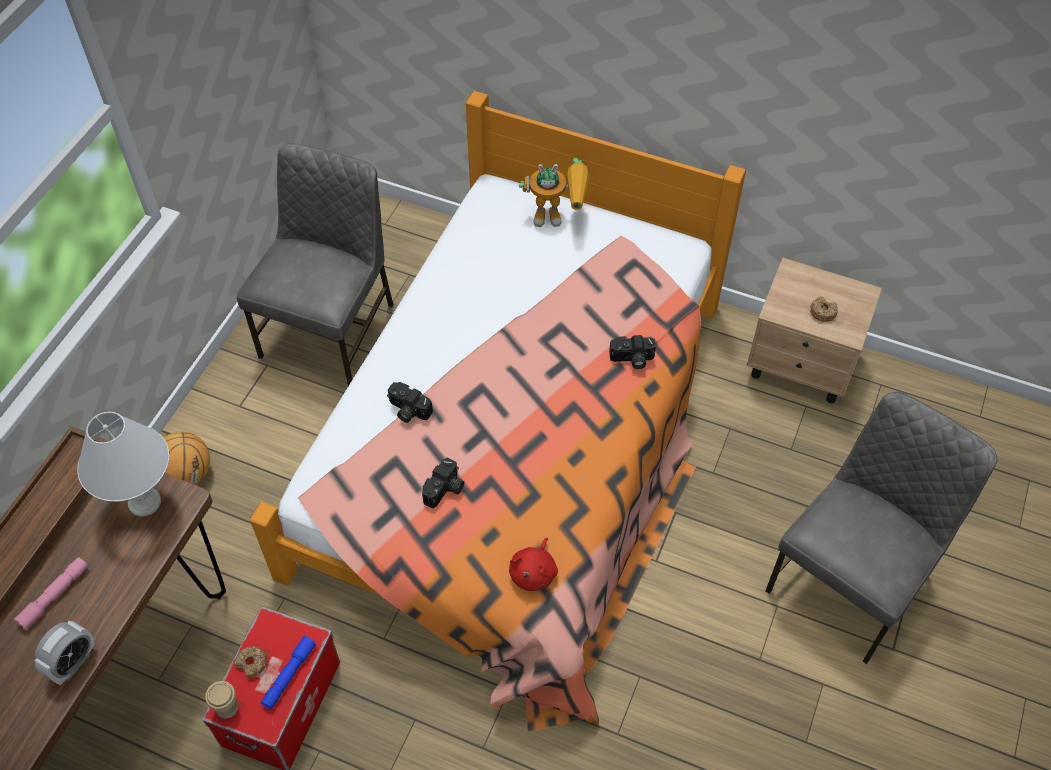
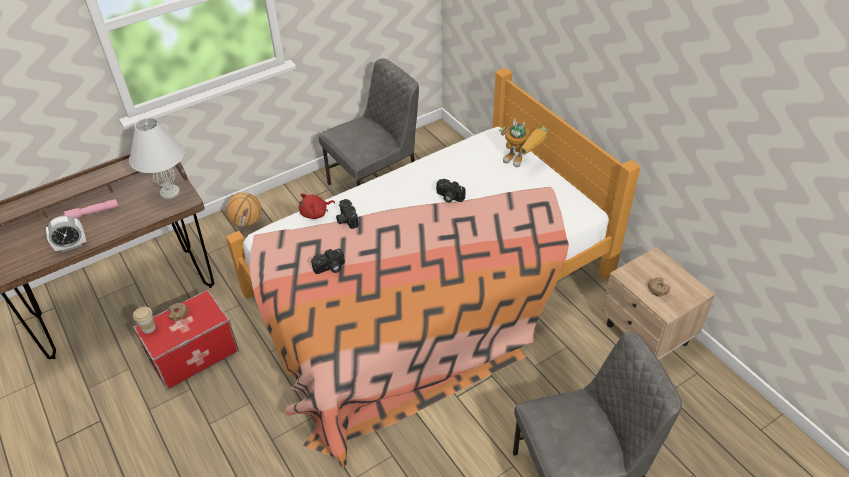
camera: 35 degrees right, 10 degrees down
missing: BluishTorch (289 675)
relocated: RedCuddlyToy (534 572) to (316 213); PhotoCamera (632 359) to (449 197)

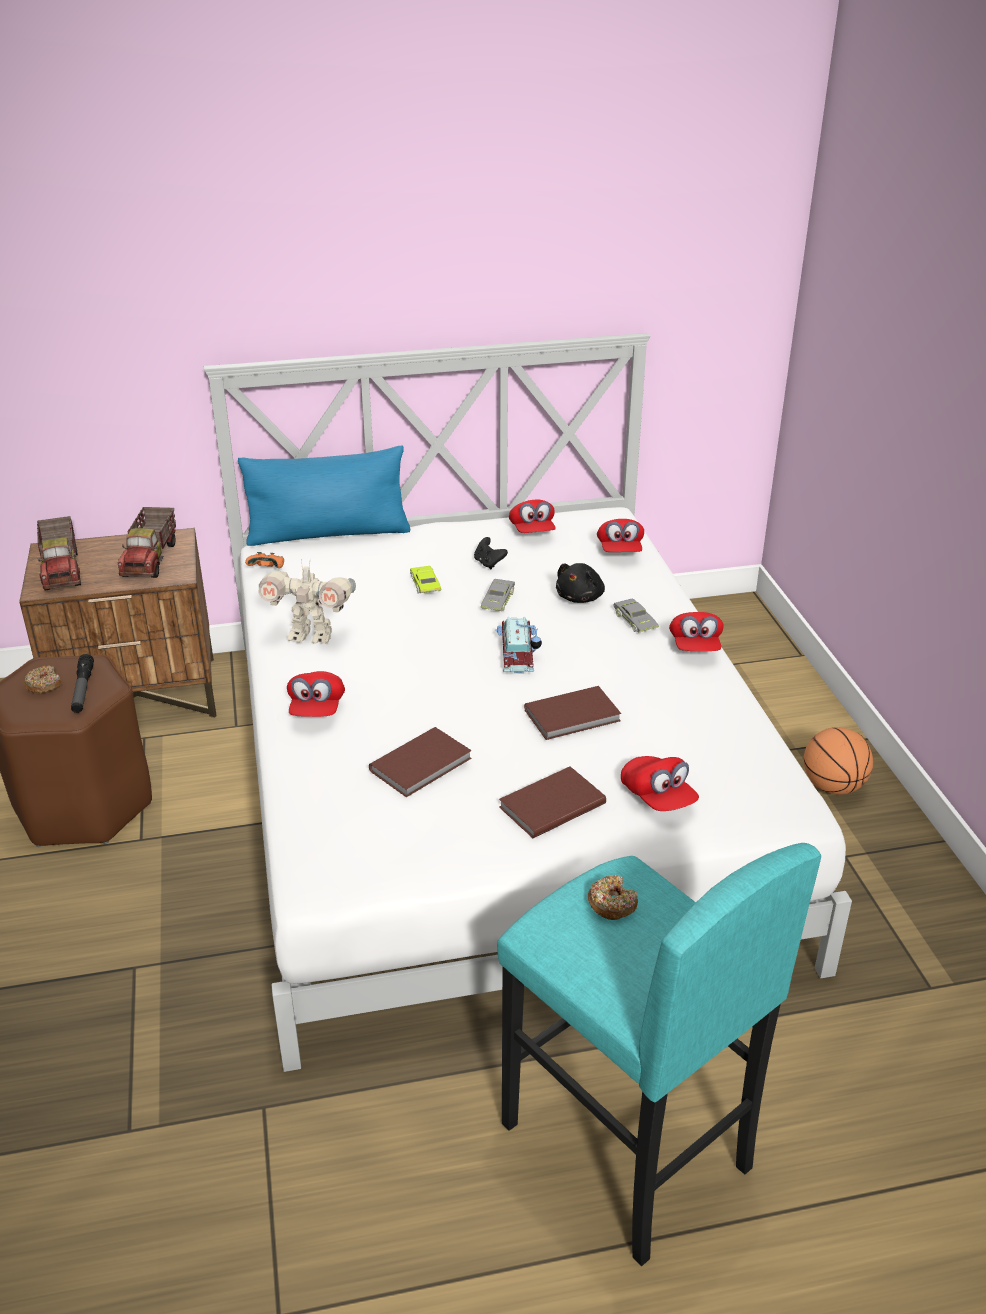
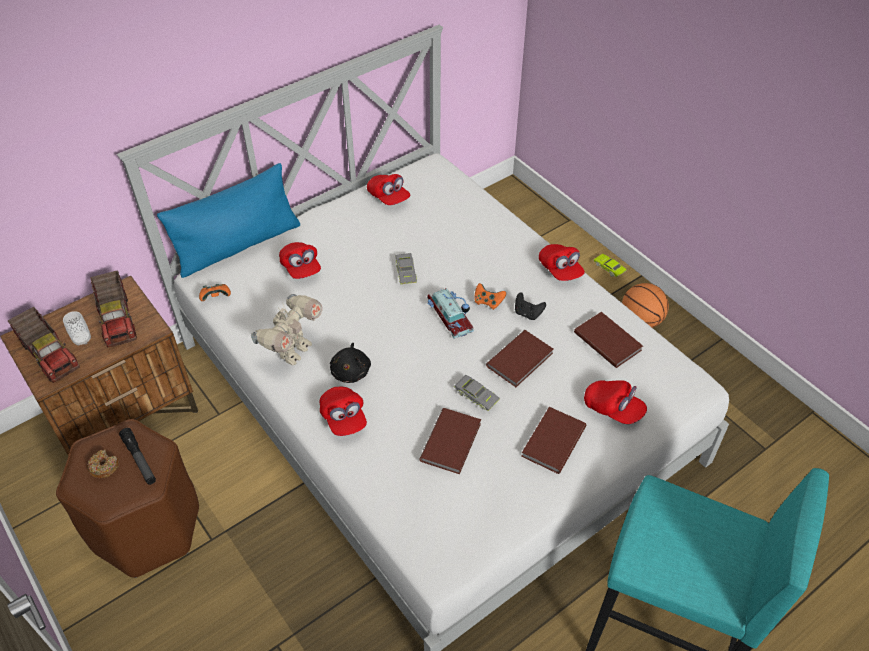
camera: 25 degrees left, 15 degrees up
missing: RingDoughnut (612 904)
appeared: SmallCup (82 339); OrangeColouredGamepad (488 302); BrownColouredBook (608 340)
relocated: GreenishMiniatureCar (425 584) to (609 268); BlackishGamepad (489 563) to (527 313); BlackishCuddlyToy (580 597) to (351 371); RedCap (619 550) to (301 268); GrayMiniatureCar (635 621) to (476 395)
spun: RobotFigure (311 635) = (293 351) 45 degrees counterclockwise

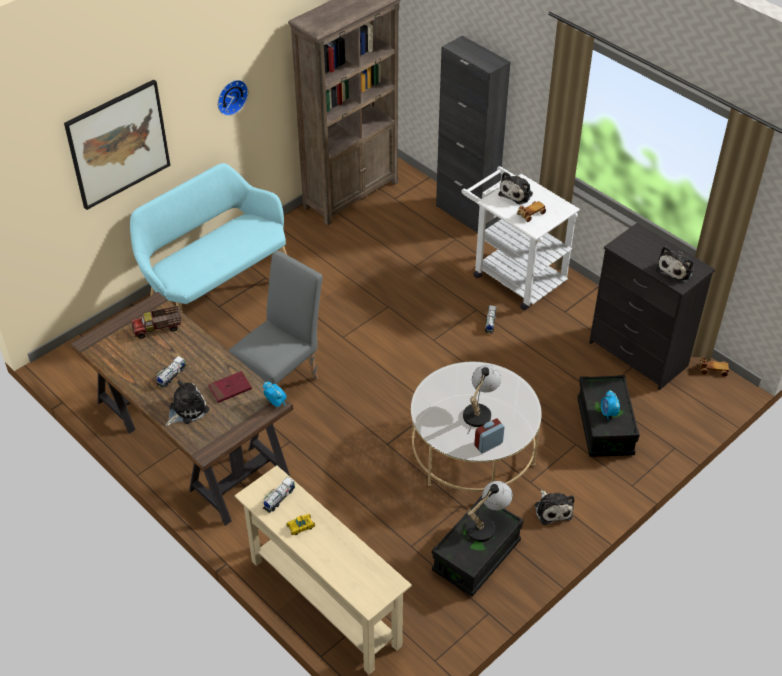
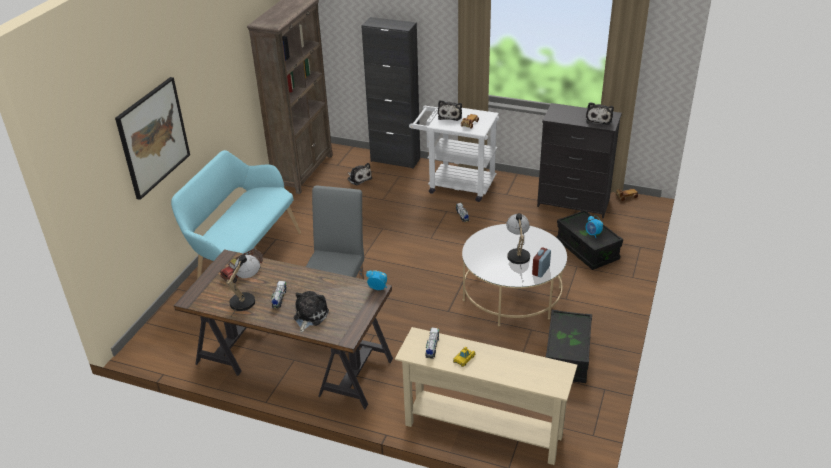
camera: 25 degrees left, 10 degrees down
missing: RedBook (230 388); ClockOnTheWall (230 96)
relocated: TableLamp (486 524) to (246 298); CuddlyToy (552 509) to (359 178)

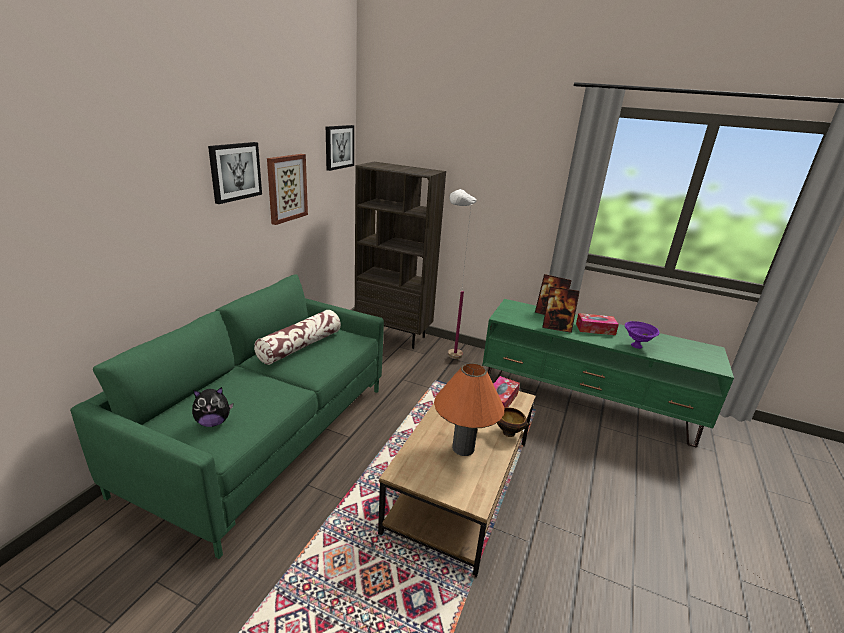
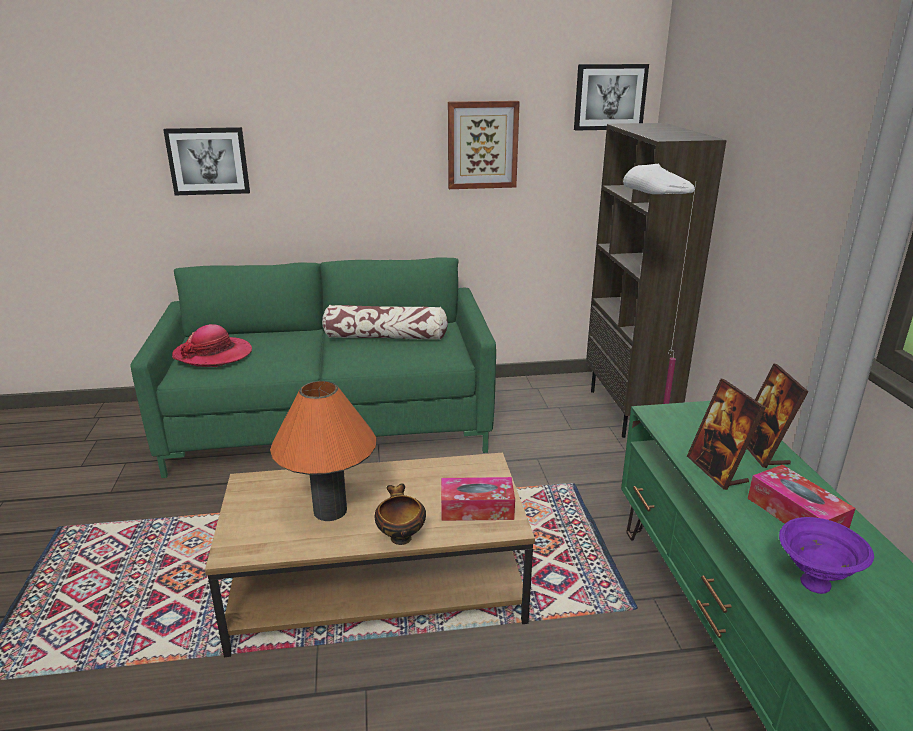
camera: 60 degrees right, 0 degrees up
relocated: Picture (235 171) to (208 161)
exchanged: CuddlyToy (213 422) to ClothingHat (213 354)

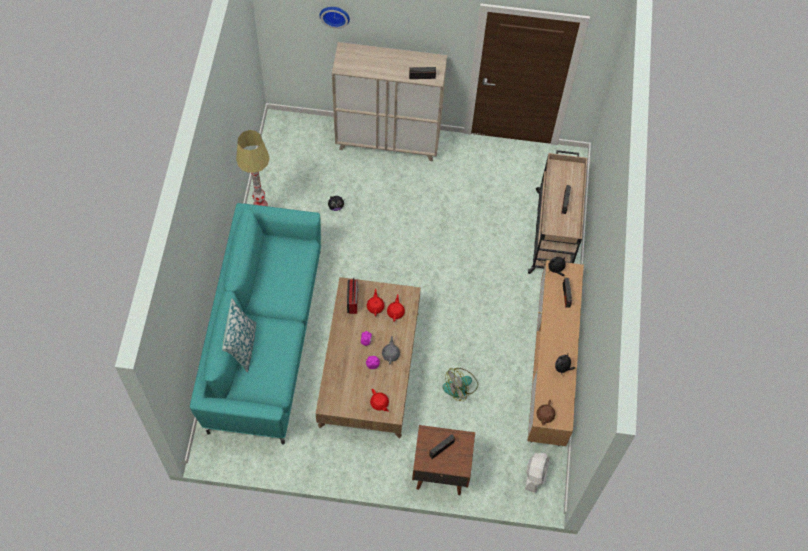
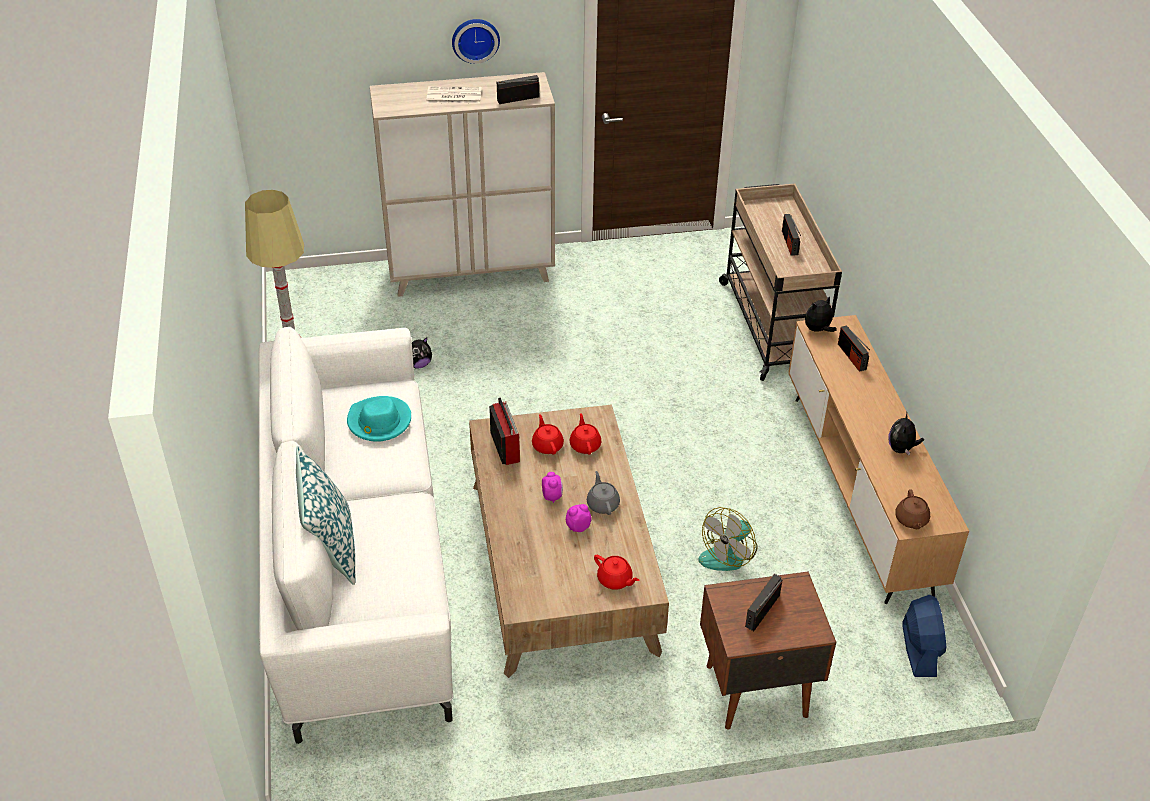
camera: 15 degrees left, 20 degrees down
appeared: TurquoiseColouredClothingHat (379 422); DailyPaper (453 96)
relocated: ClockOnTheWall (335 15) to (475 39)
colour: TurquoiseColouredSofa (264 338) to WhitishSofa (358 566); WhitishFan (535 474) to BluishFan (919 649)

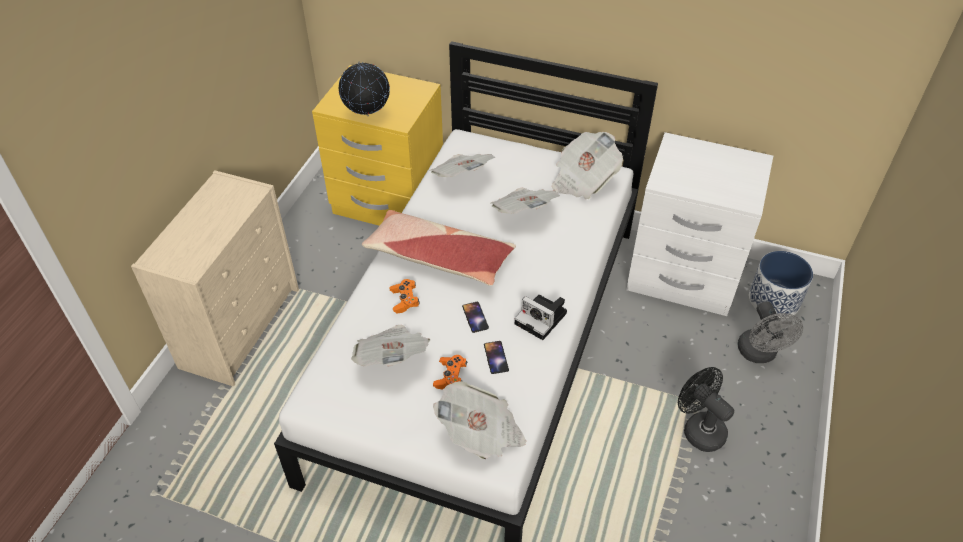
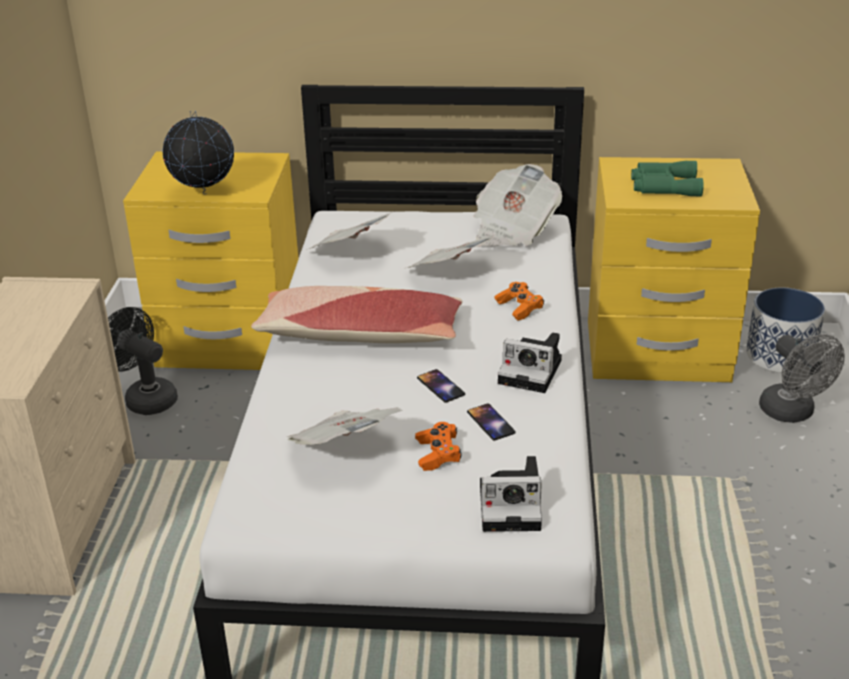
camera: 15 degrees left, 15 degrees down
appeared: GreenishPairOfBinoculars (663 186)
relocated: OrangeColouredGamepad (404 300) to (519 308); BlackishFan (699 429) to (145 398)
exchanged: DailyPaper (481 433) to PhotoCamera (513 506)
colour: WhitishNightstand (682 277) to YellowColouredNightstand (657 353)

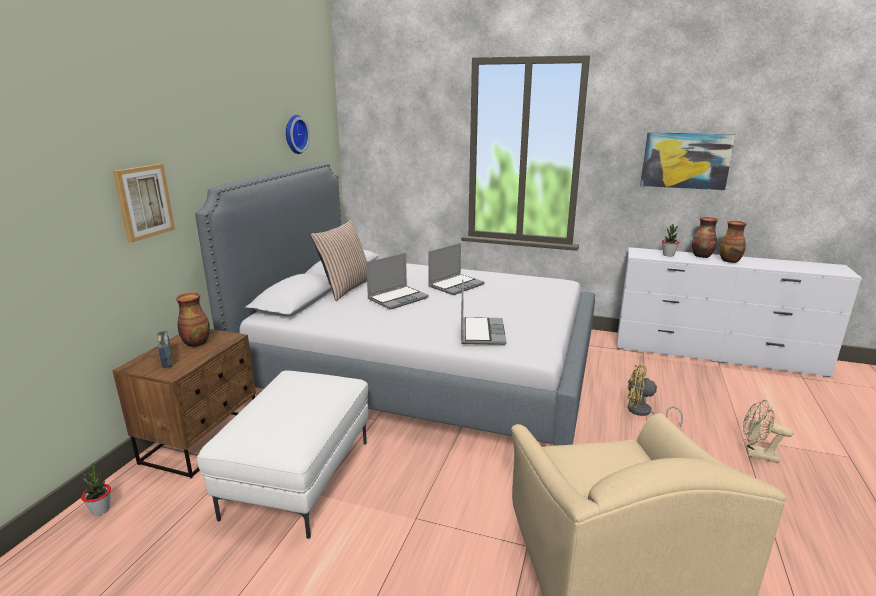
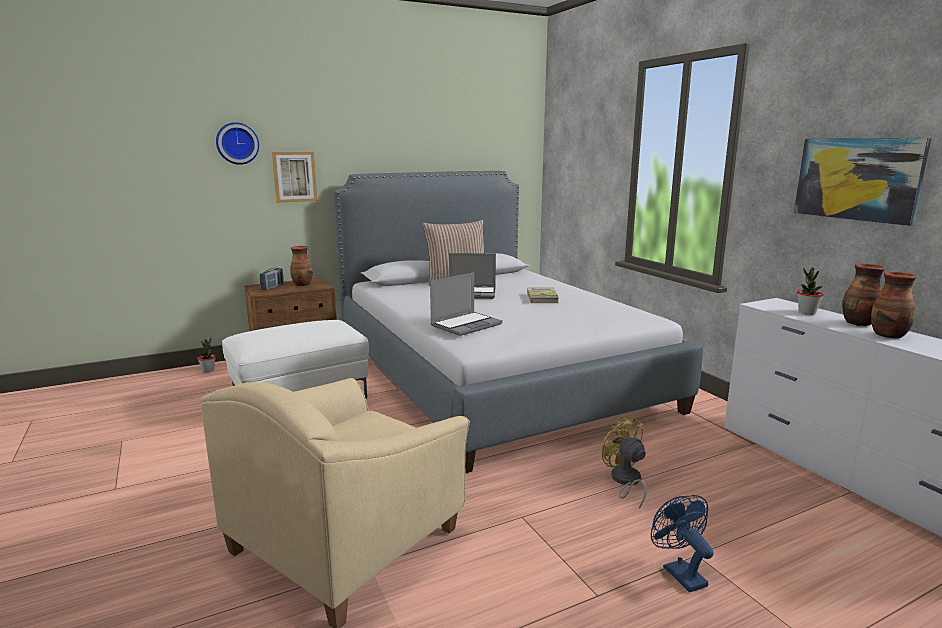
camera: 45 degrees right, 5 degrees down
relocated: ClockOnTheWall (294 134) to (237 143)
exchanged: PortableComputer (456 285) to Book (542 297)
colour: BeigeColouredFan (756 454) to BluishFan (679 573)

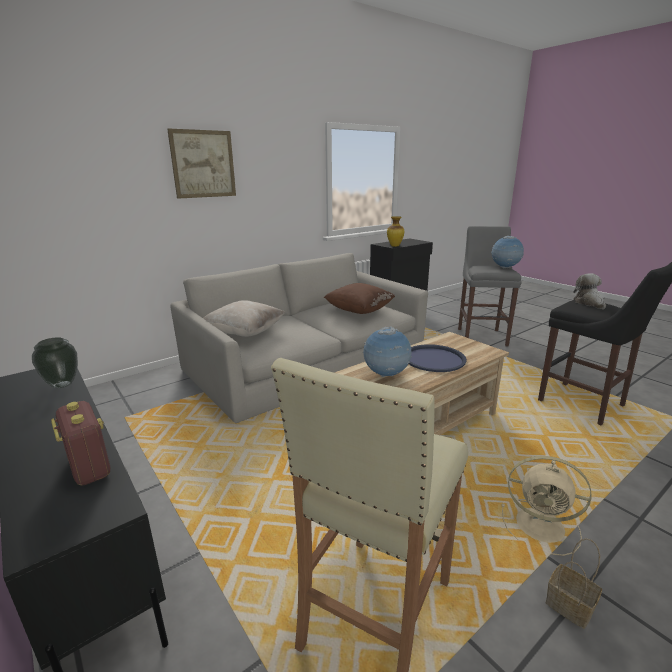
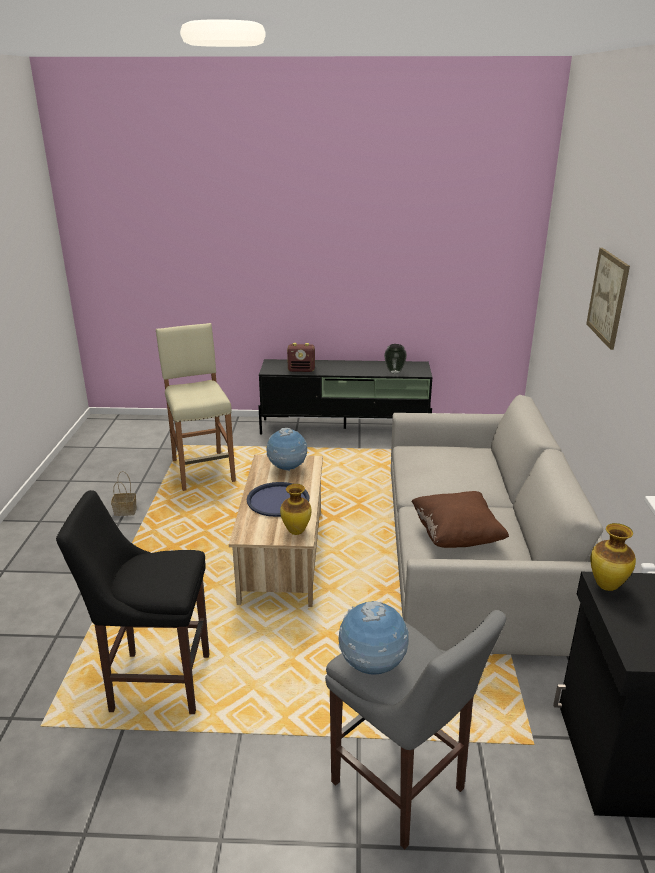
camera: 130 degrees right, 5 degrees up
missing: BeigeColouredPillow (245 333); BeigeColouredFan (542 526); CuddlyToy (589 303)
appeared: DecorativeVase (296 531)

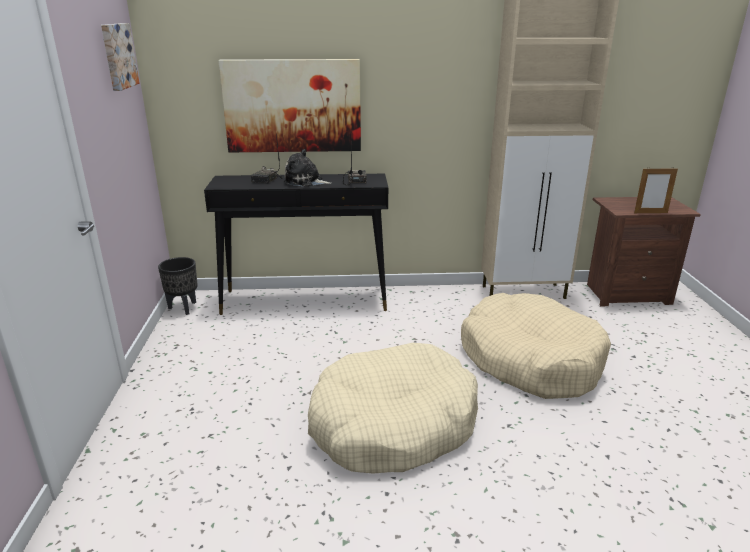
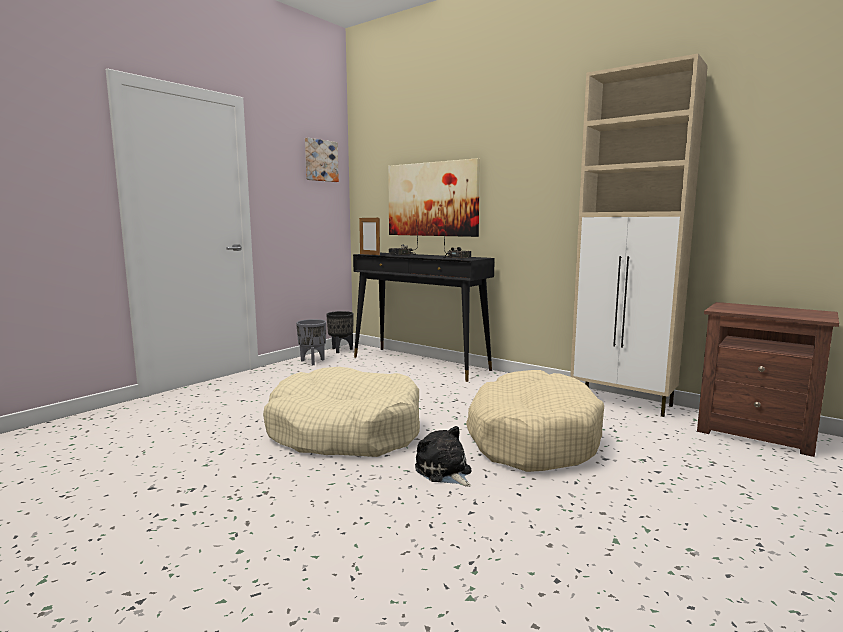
camera: 40 degrees right, 15 degrees down
appeared: GrayPlantPot (312 362)
relocated: CuddlyToy (305 182) to (444 472); PictureFrame (650 213) to (370 254)

